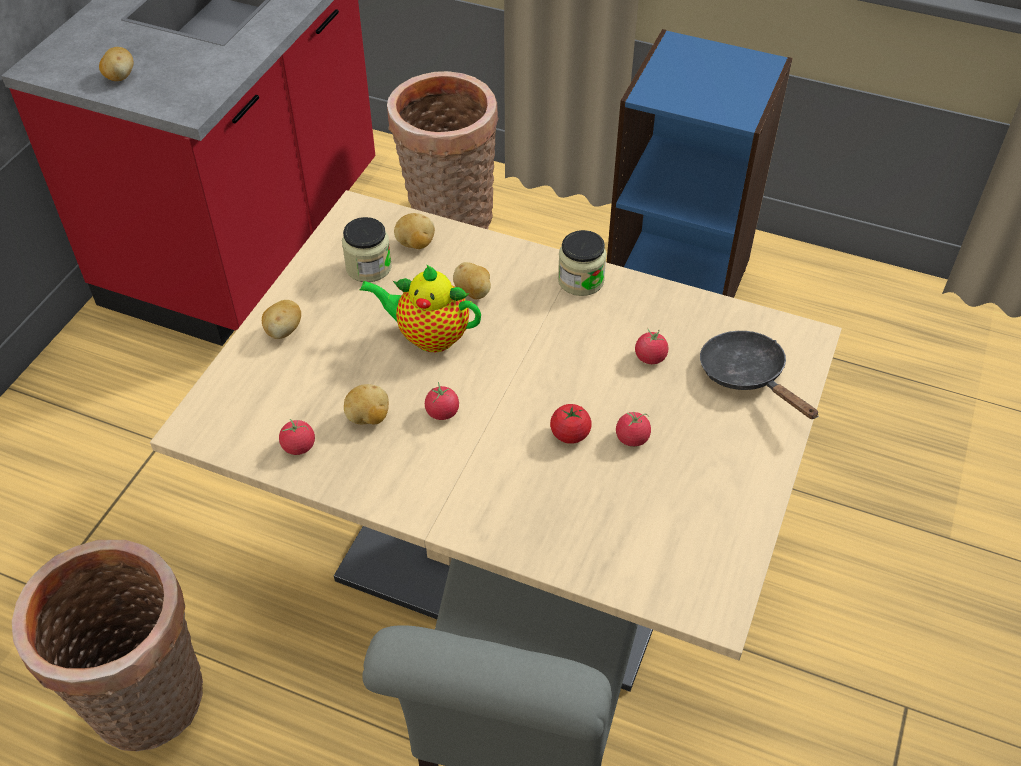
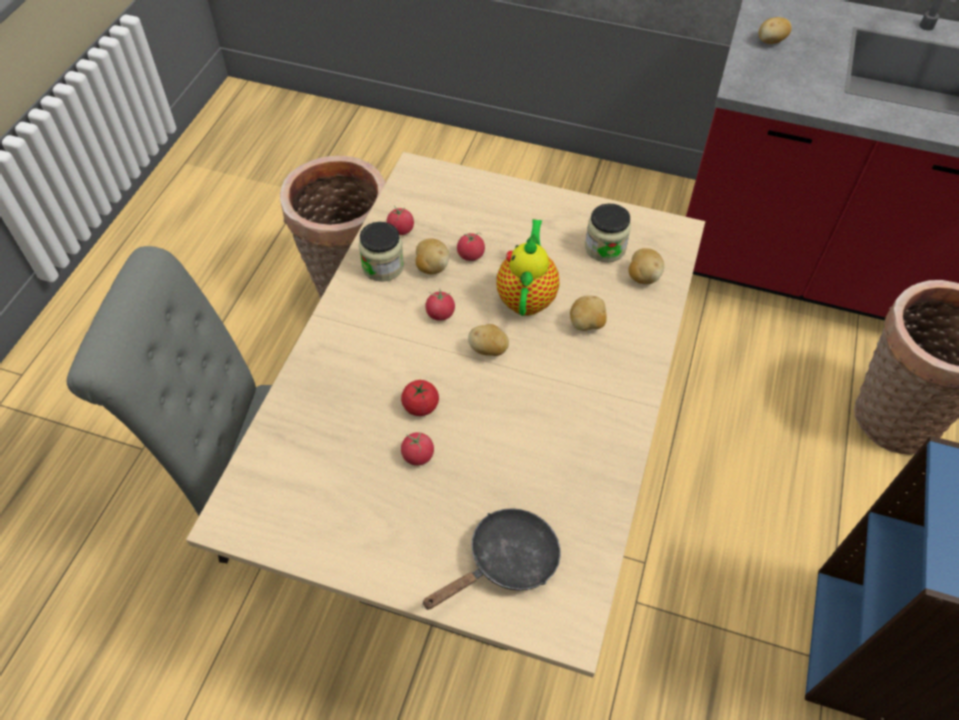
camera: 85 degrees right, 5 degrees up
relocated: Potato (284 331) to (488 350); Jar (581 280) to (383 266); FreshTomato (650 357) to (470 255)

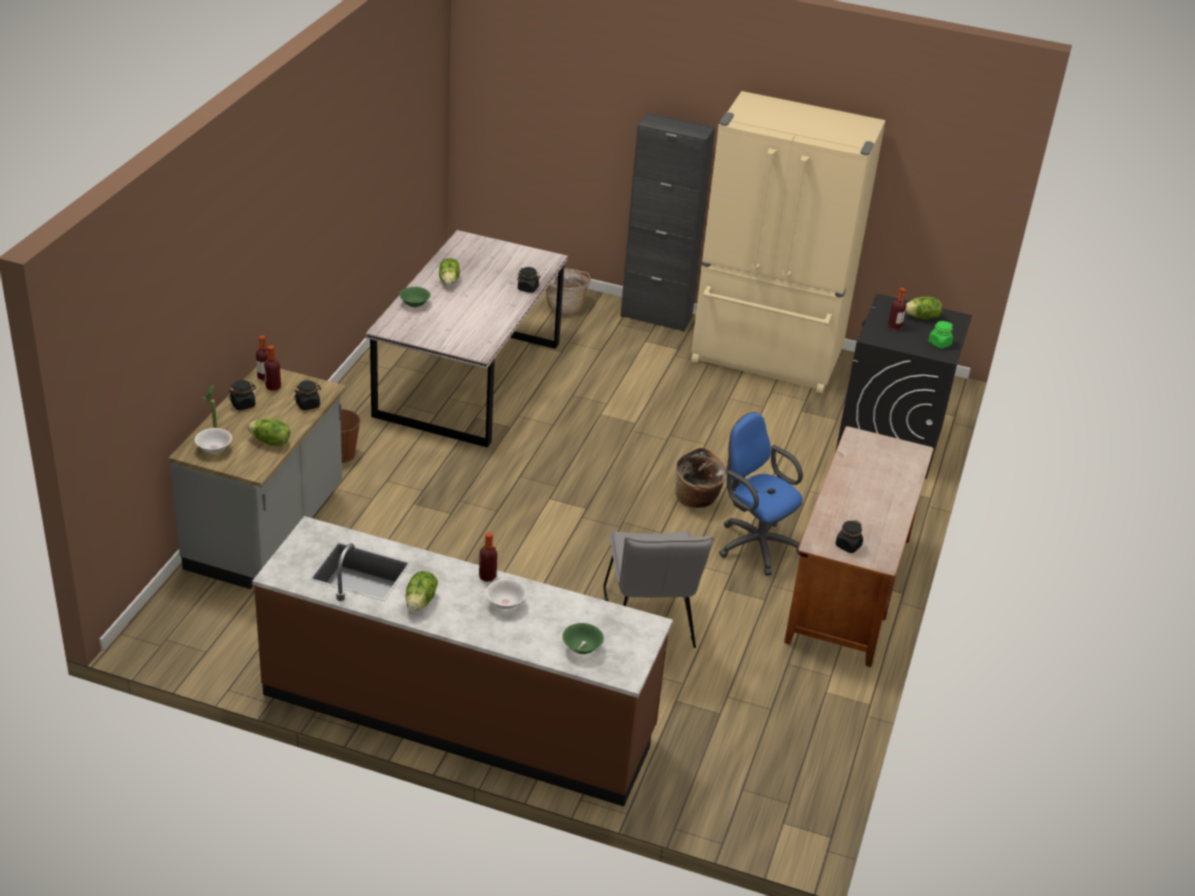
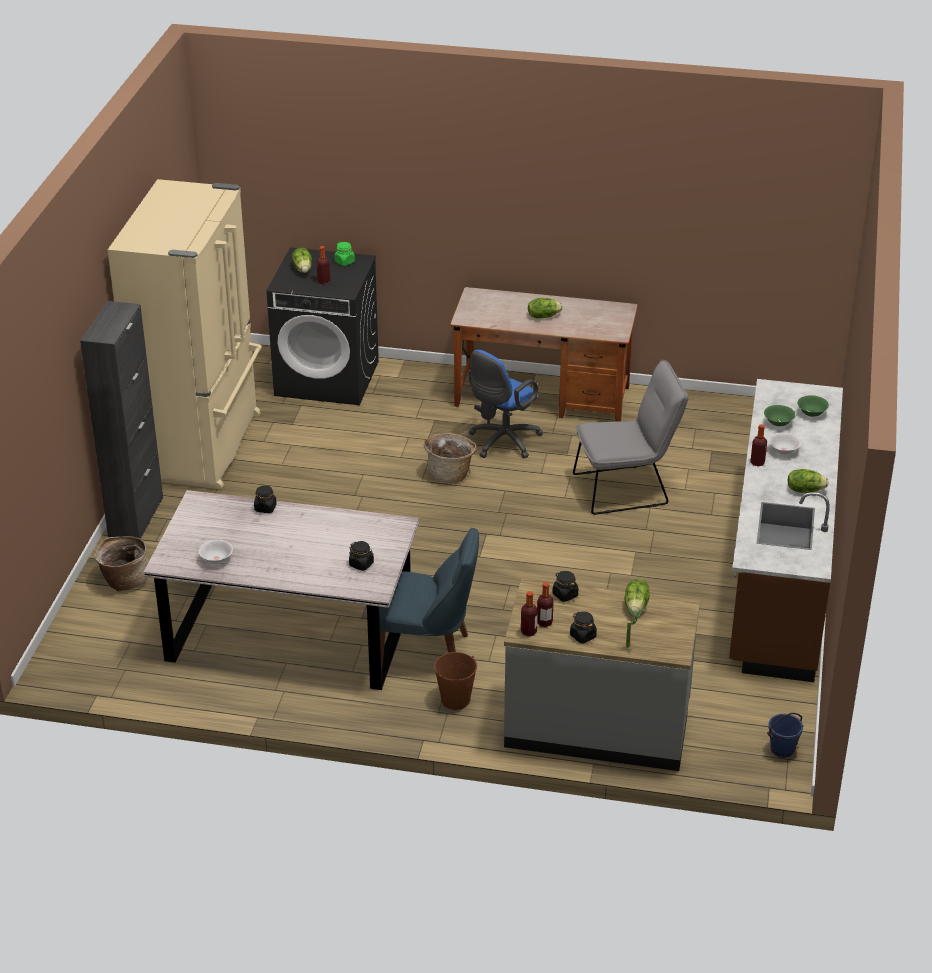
camera: 95 degrees left, 0 degrees up
appeared: BluishPlainChair (428 652); BluishBucket (782 749)
relocated: WhitishServingBowl (214 449) to (216 560); GreenishServingBowl (414 304) to (778 423); HeadOfLettuce (449 281) to (543 316); BlackishJar (848 546) to (361 564)

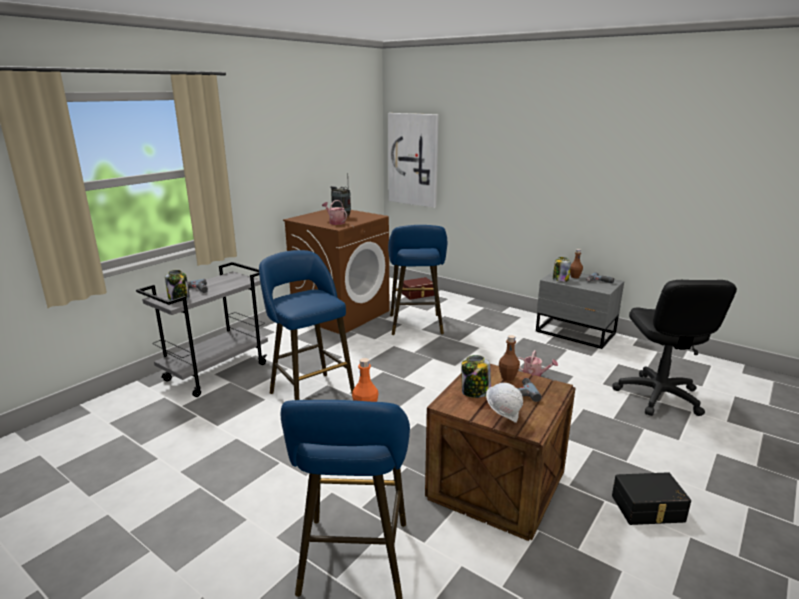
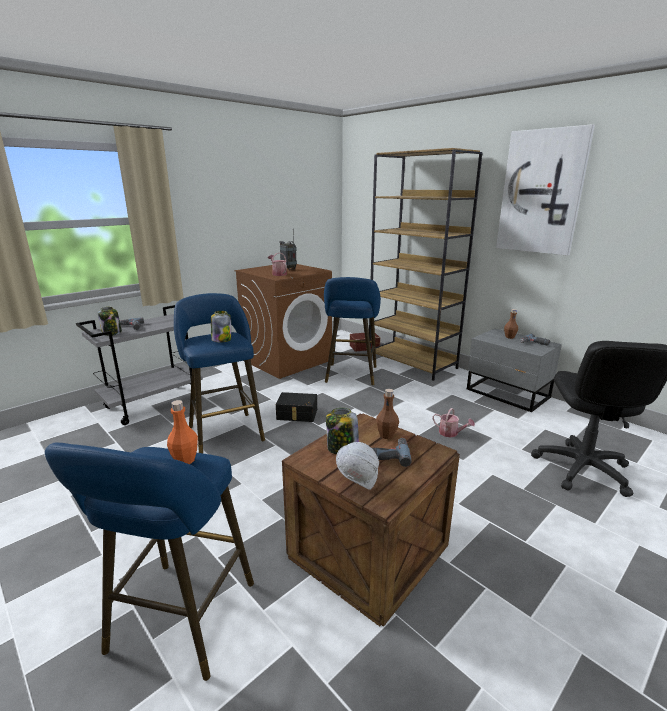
camera: 10 degrees right, 0 degrees up
appeared: BrownColouredBookcase (412 362)
relocated: Picture (413 159) to (541 192); Jar (560 280) to (221 340); BlackishStorageBox (648 509) to (297 414)

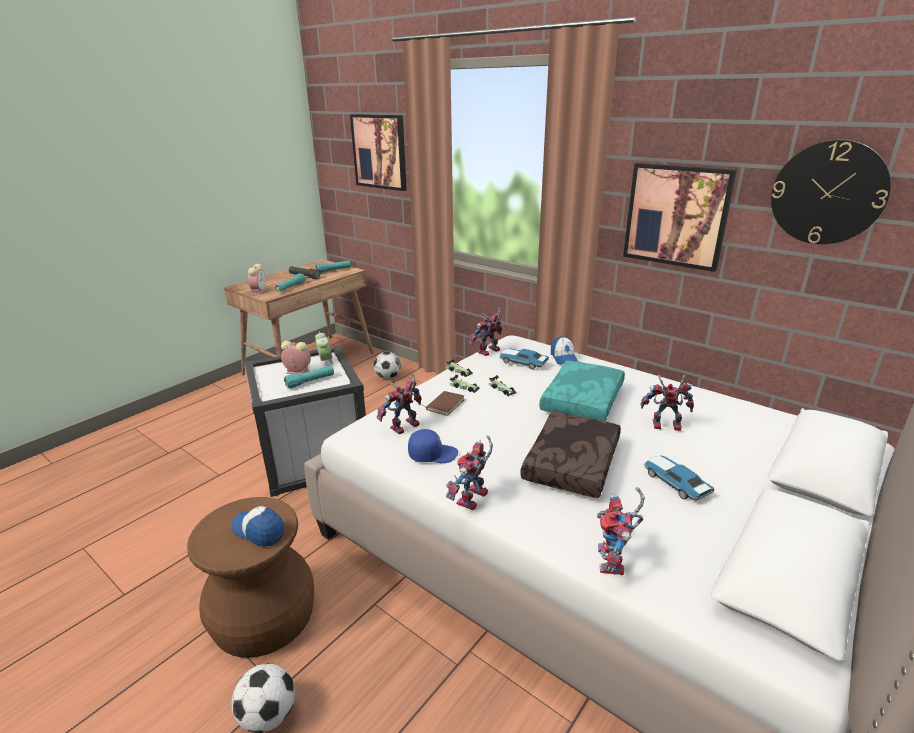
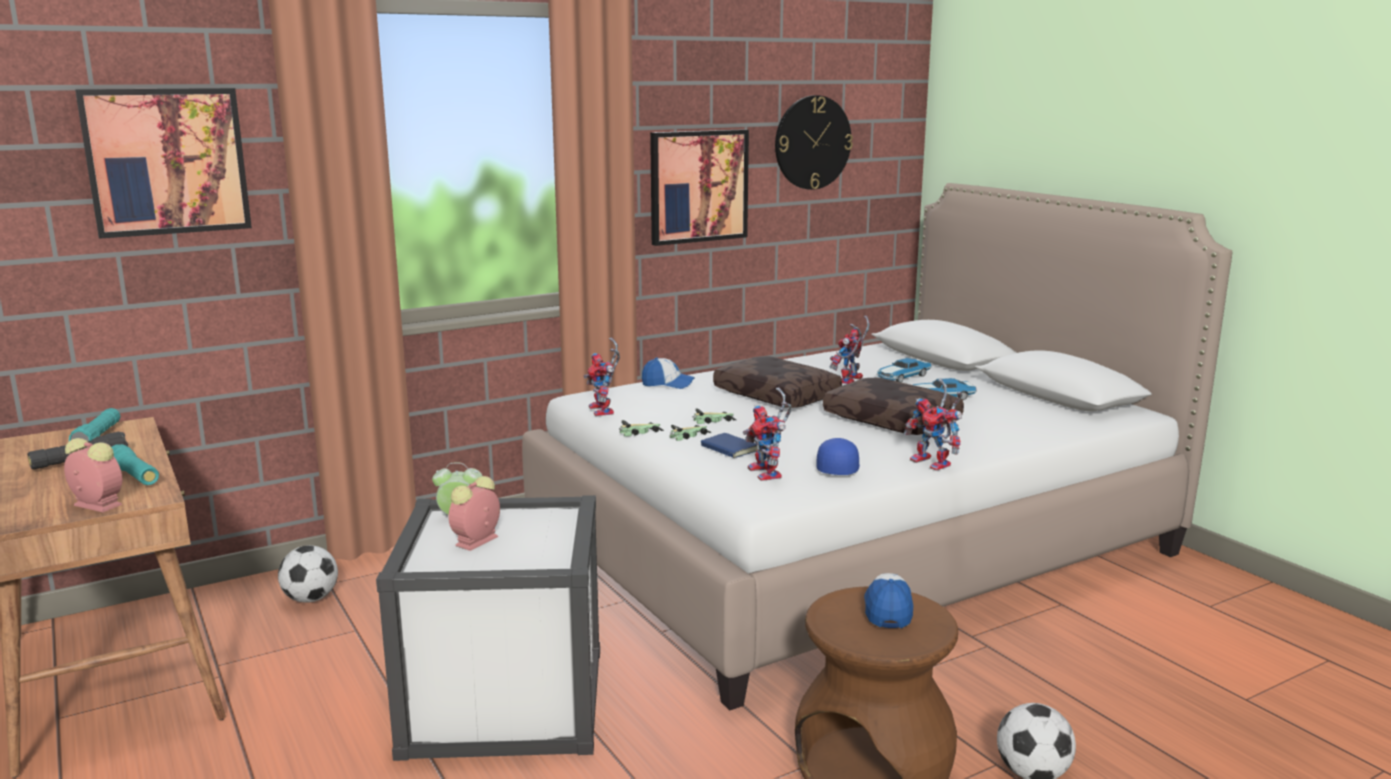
camera: 70 degrees left, 10 degrees down
missing: TurquoiseColouredTorch (310 382); RobotFigure (614 563)
relocated: MiniatureCar (522 362) to (902 377)
colour: BrownColouredBook (444 404) to BluishBook (727 449); TurquoiseColouredPillow (583 401) to BrownColouredPillow (778 395)
spun: Cap (259 531) = (887 609) 135 degrees clockwise

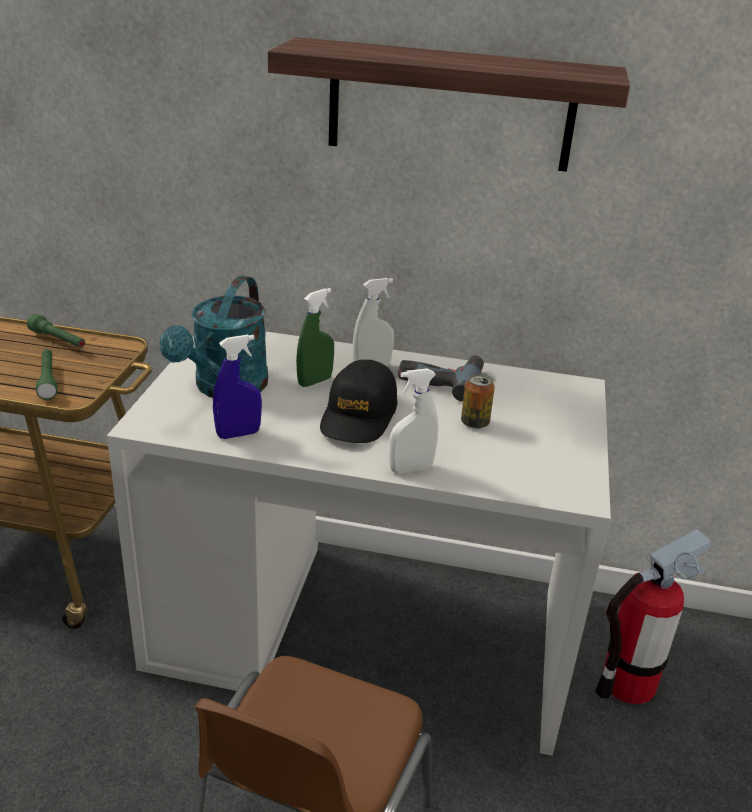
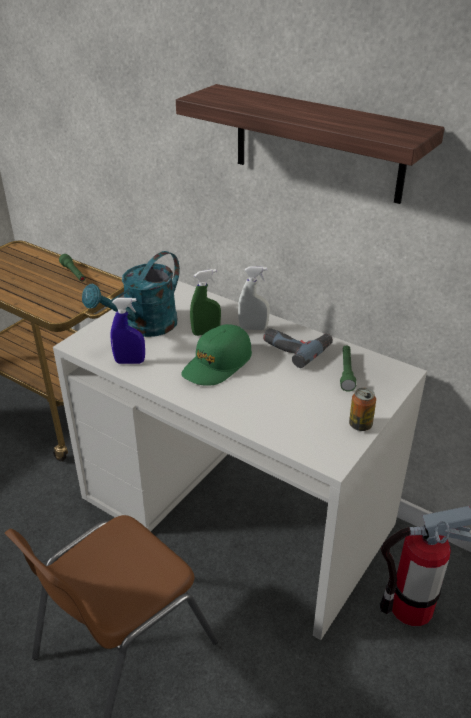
camera: 25 degrees right, 5 degrees up
missing: WhitishSprayer (411 469)
relocated: GreenishTorch (48 380) to (346 372); MetalCan (474 423) to (360 425)
colour: BlackishCap (359 416) to GreenishCap (217 364)

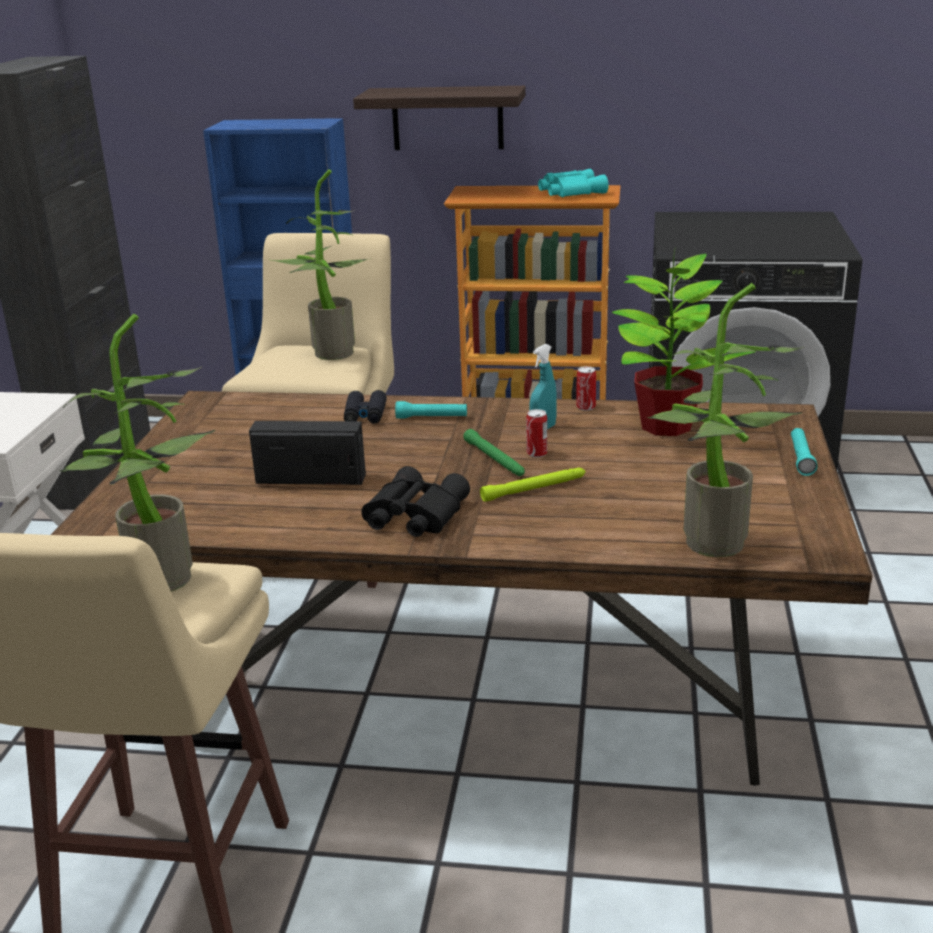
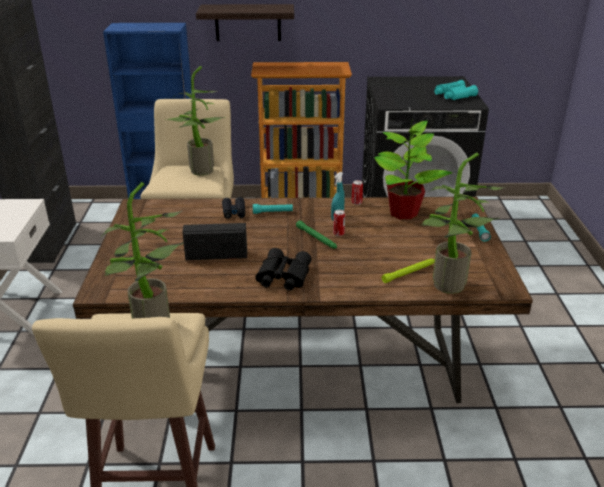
camera: 10 degrees left, 5 degrees up
relocated: GreenishTorch (534 489) to (409 273); TurquoiseColouredPairOfBinoculars (570 192) to (453 95)

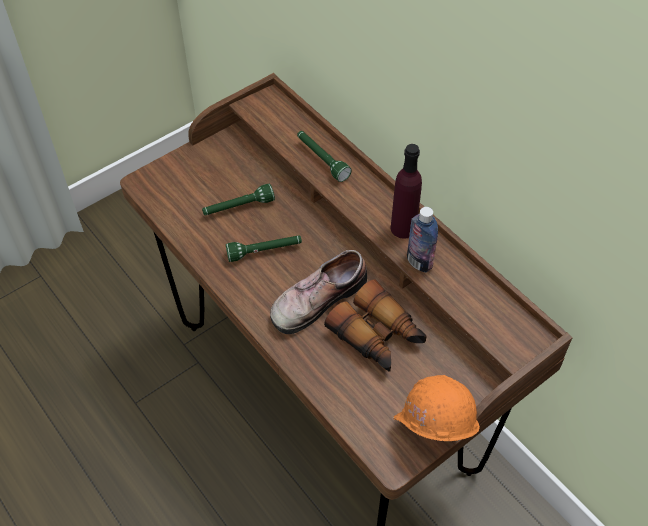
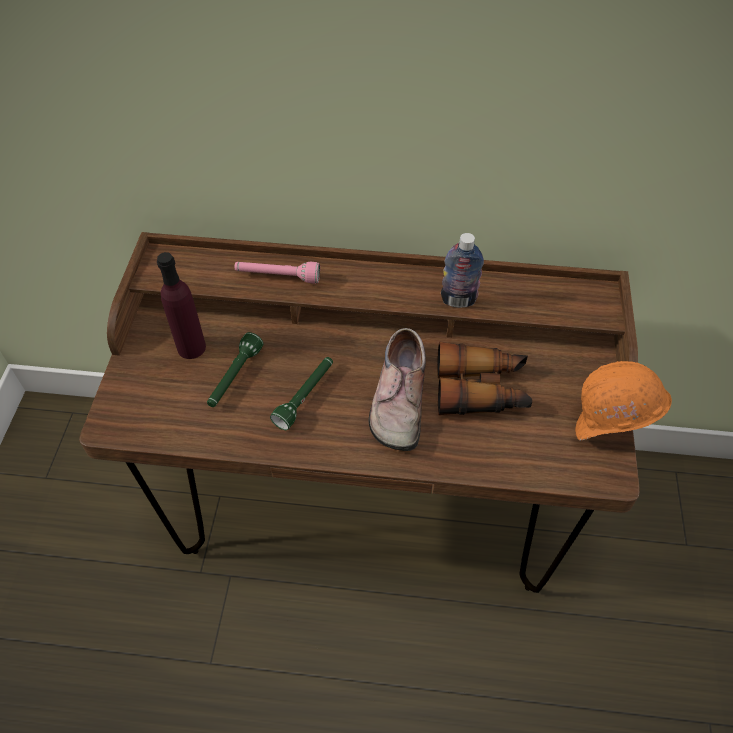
camera: 45 degrees left, 0 degrees up
relocated: PurpleBottle (403 228) to (191 347)
colour: GreenishTorch (321 160) to PinkTorch (277 277)

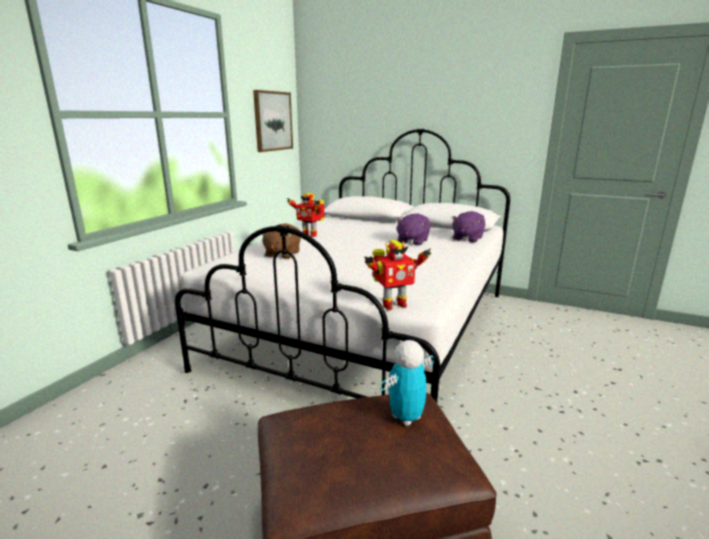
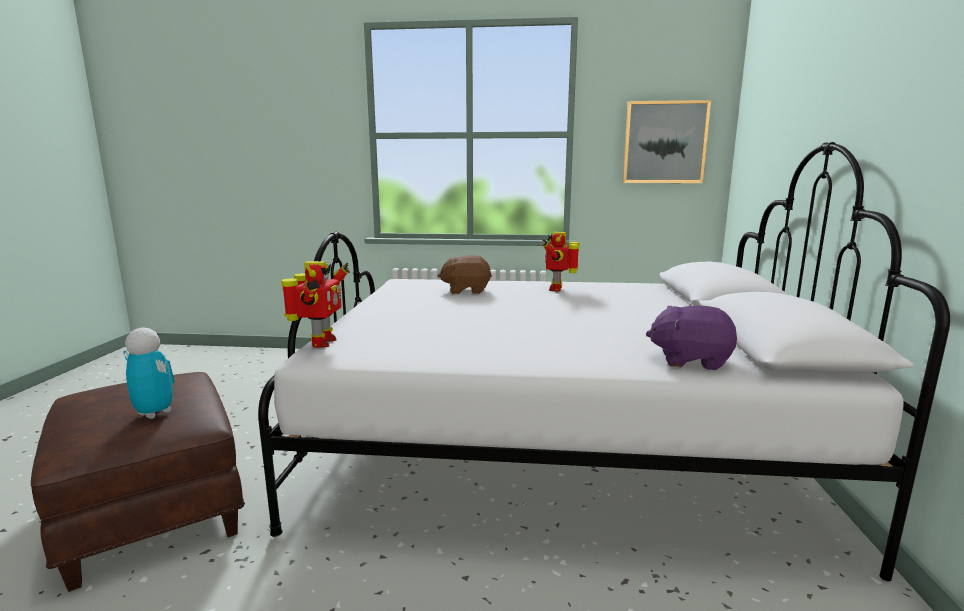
camera: 70 degrees right, 5 degrees down
missing: PurpleCuddlyToy (412 241)
spun: RobotFigure (393 305) = (320 343) 135 degrees counterclockwise

